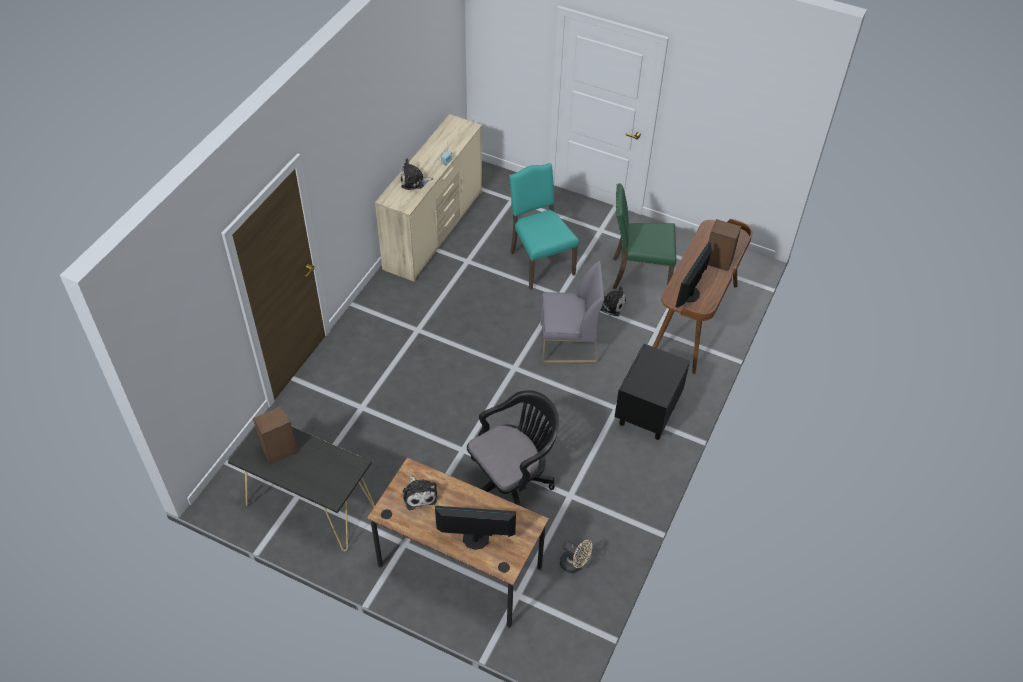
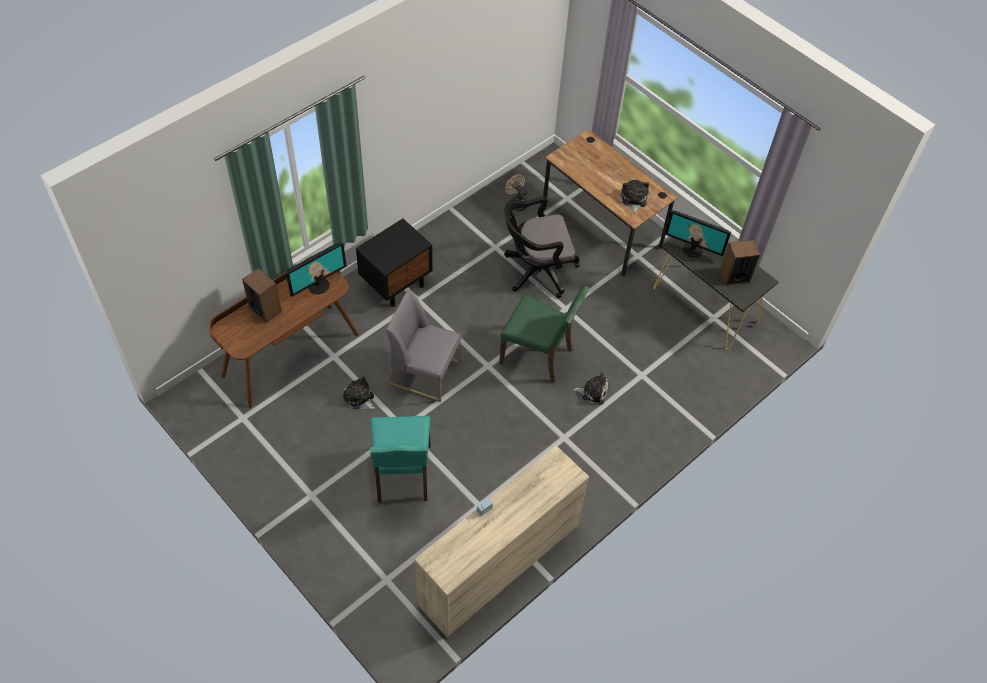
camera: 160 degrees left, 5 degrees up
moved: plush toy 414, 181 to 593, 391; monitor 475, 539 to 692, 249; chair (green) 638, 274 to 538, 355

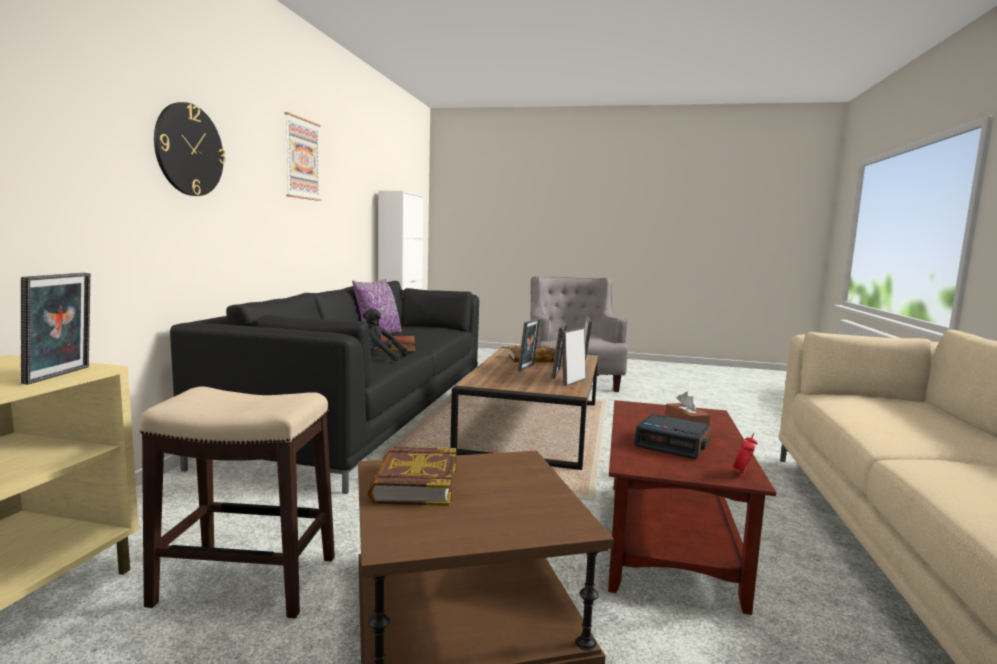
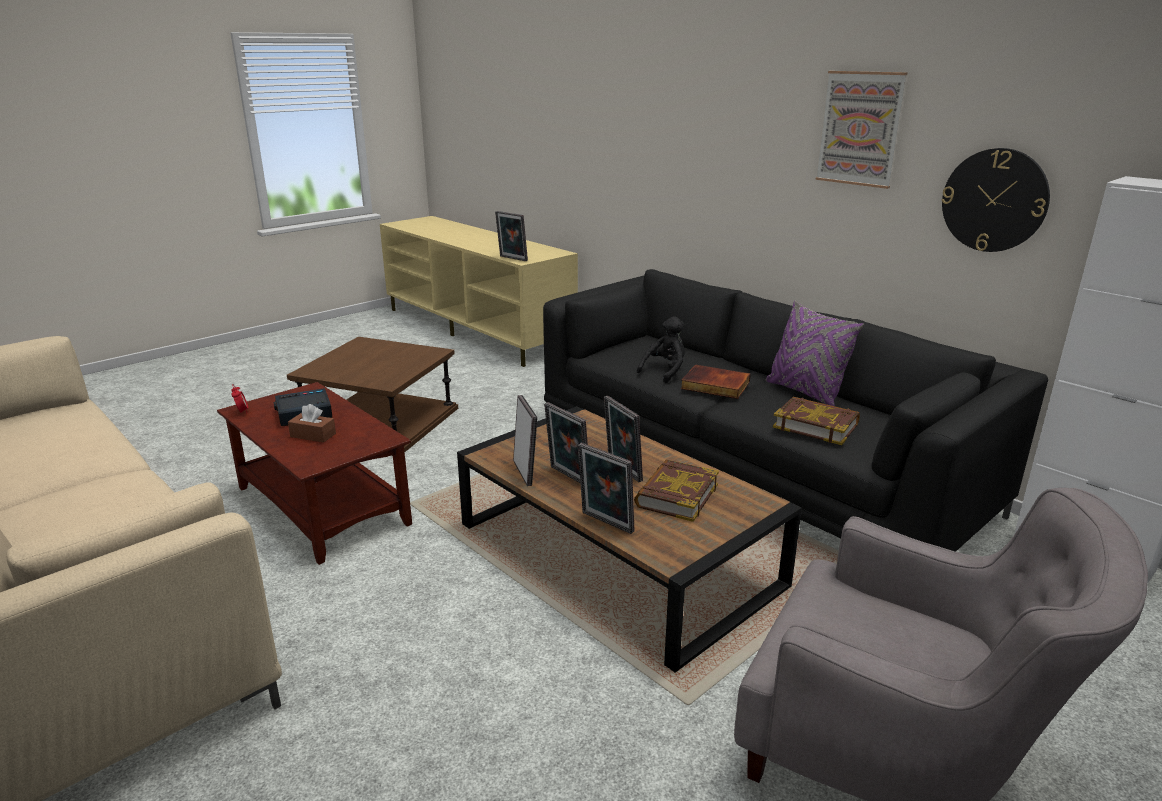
camera: 125 degrees right, 15 degrees up
removed: stool 245, 580
moved: wall clock 189, 150 to 994, 200; book 415, 483 to 815, 426

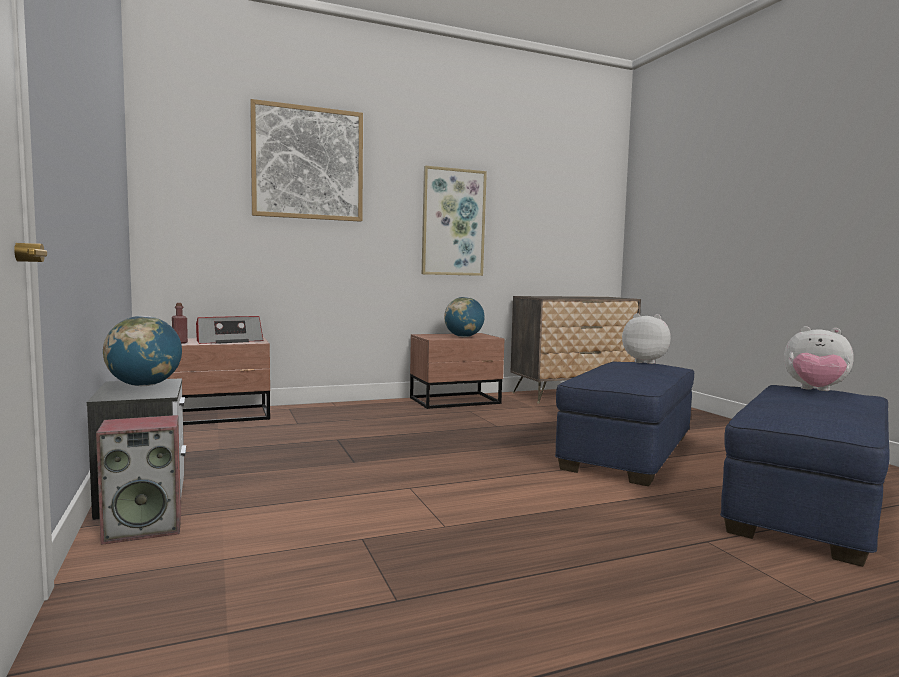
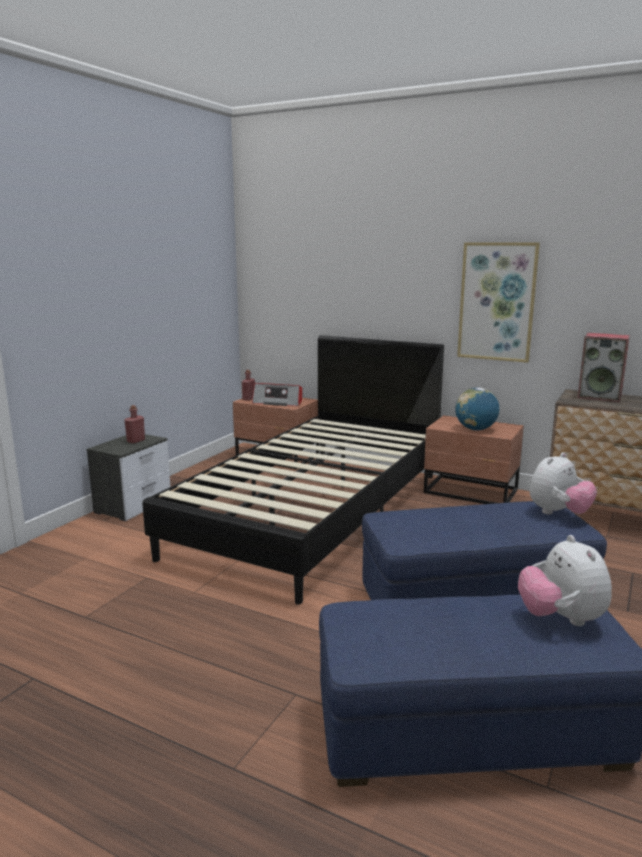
camera: 50 degrees right, 10 degrees up
removed: picture 308, 163
added: bed (black) 314, 512
moved: speaker 144, 527 to 600, 397
replaced: globe 144, 385 to bottle (red) 136, 441
turned: plush toy 645, 362 = 558, 513 60 degrees clockwise

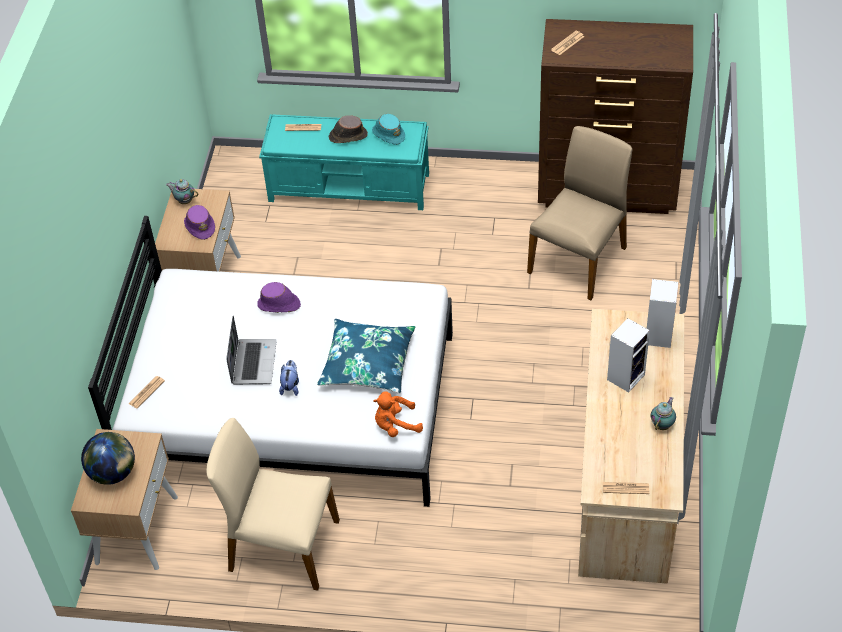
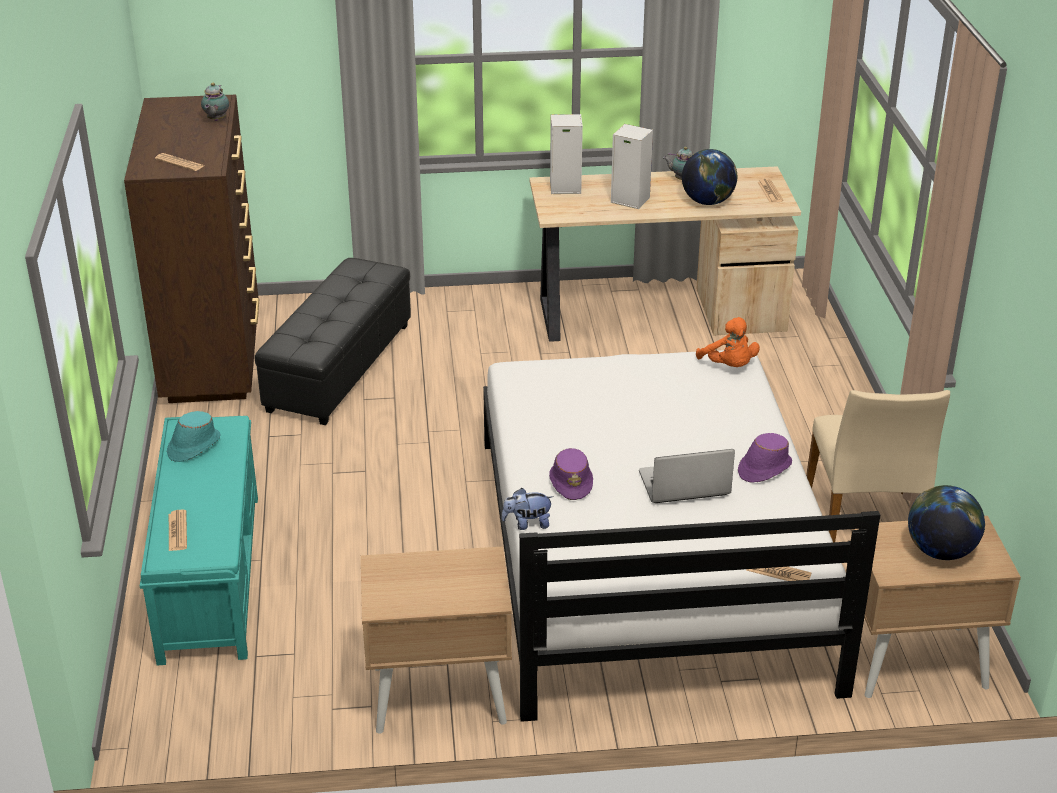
camera: 105 degrees left, 15 degrees down
removed: pillow (blue) 367, 363; hat (brown) 347, 136
added: globe 707, 202
moved: teapot 184, 201 to 216, 120; hat (purple) 200, 226 to 764, 468; plush toy 290, 386 to 527, 524
replaced: chair (beige) 579, 259 to ottoman (black) 339, 366

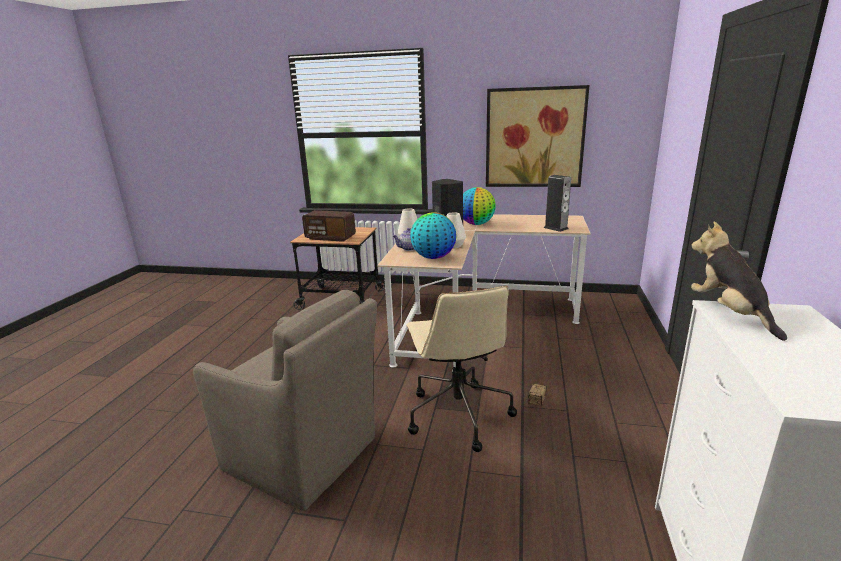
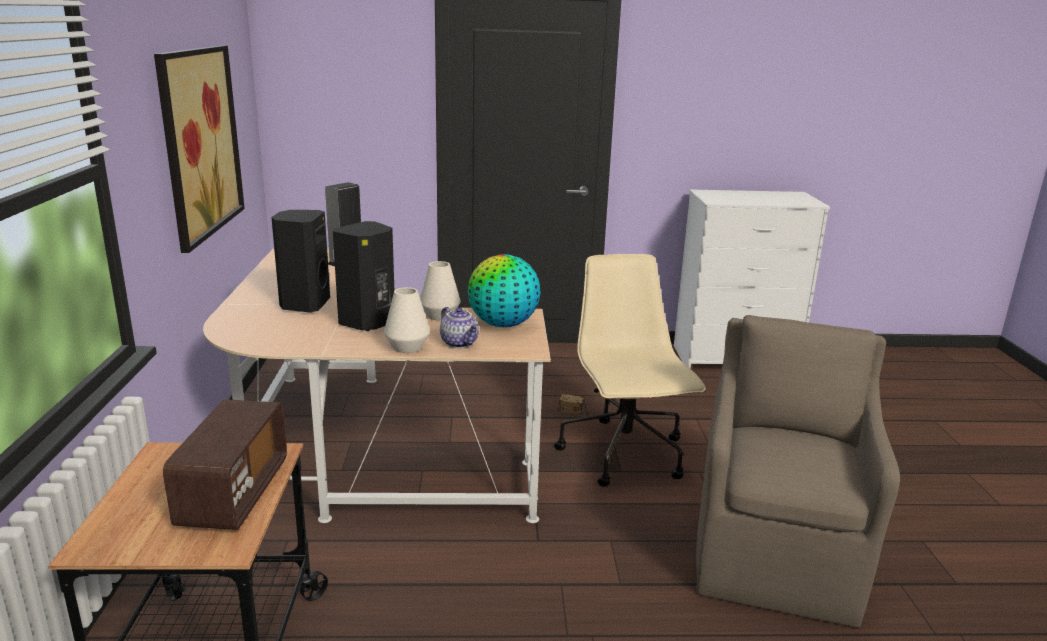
camera: 105 degrees left, 0 degrees up
removed: plush toy 729, 313
replaced: globe 476, 224 to speaker (black) 304, 305
turned: office chair (beige) 458, 414 = 624, 455 75 degrees counterclockwise

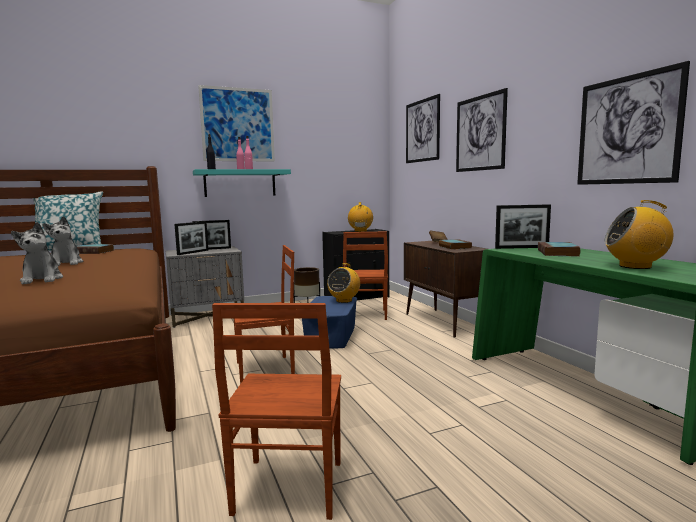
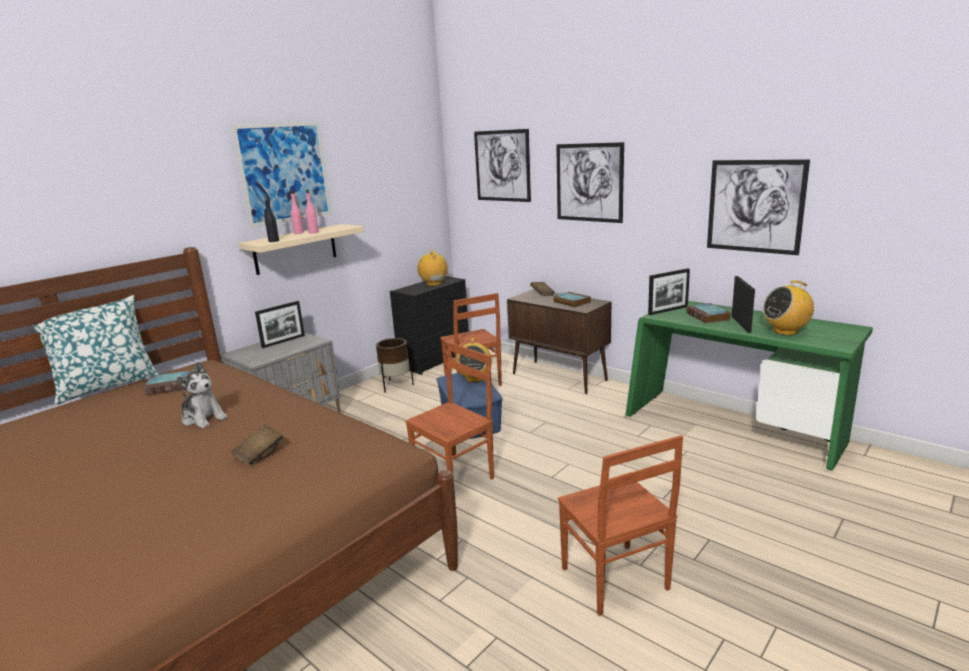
camera: 25 degrees left, 10 degrees up
moved: picture frame 193, 252 to 740, 324
replaced: plush toy 42, 279 to book (brown) 260, 455
recoloured: shelf (turquoise) 240, 183 to shelf (beige) 295, 249

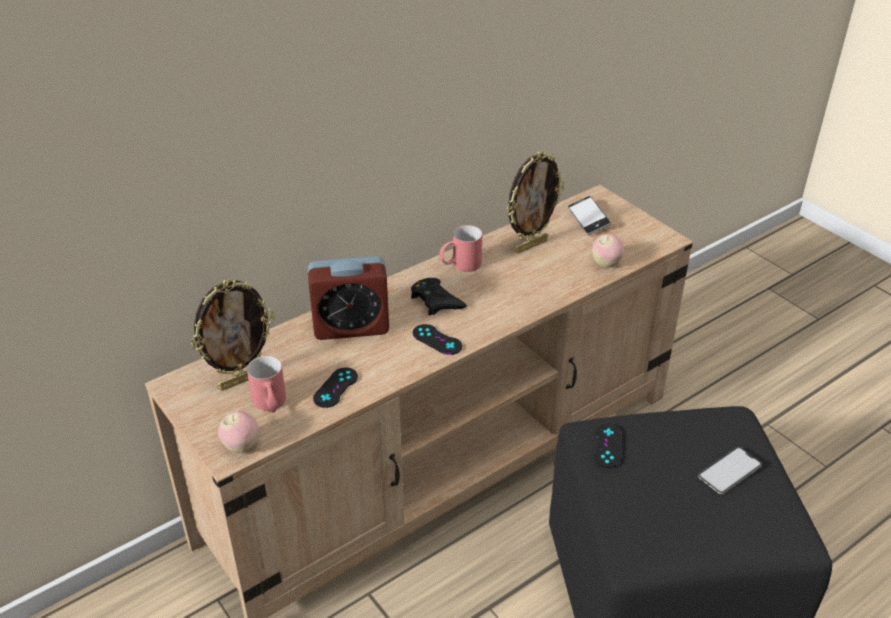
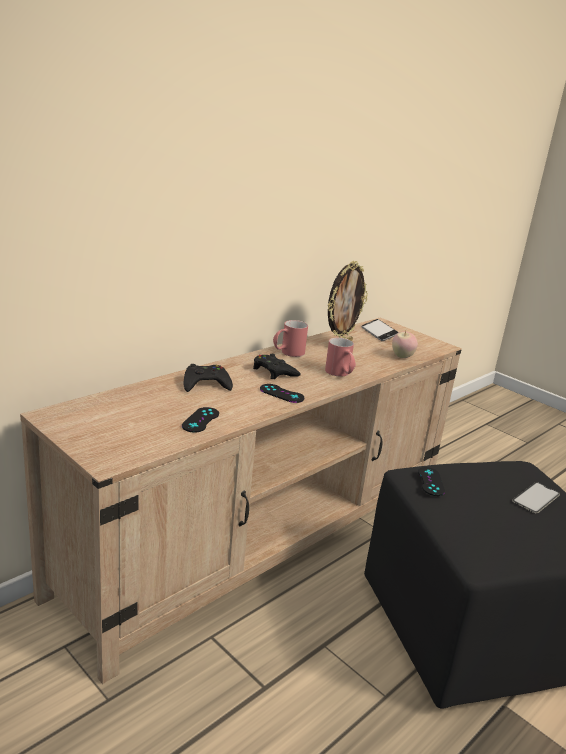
camera: 10 degrees left, 15 degrees down
removed: picture frame 241, 380; apple 241, 446
moved: mug (red) 270, 405 to 340, 374
replaced: alarm clock 351, 327 to game controller (black) 206, 384

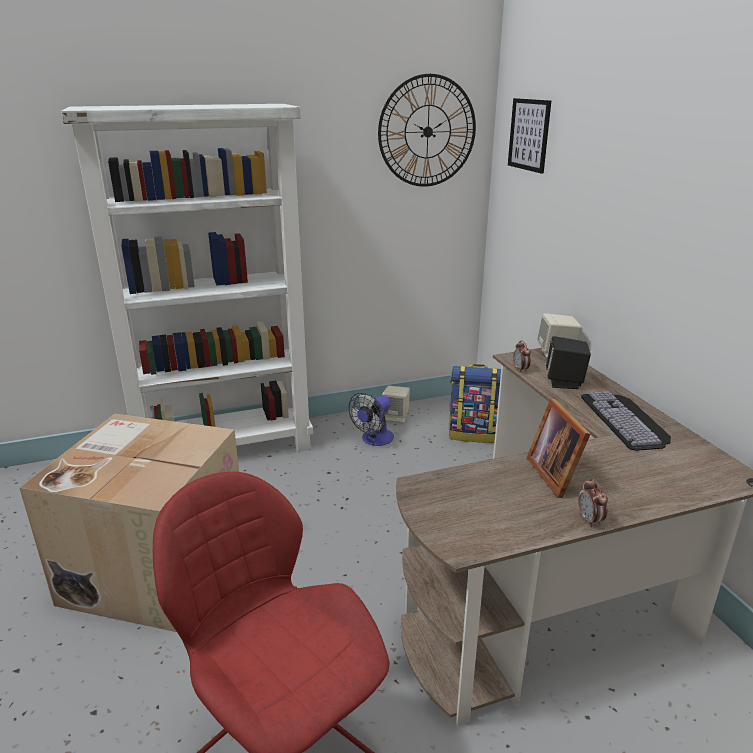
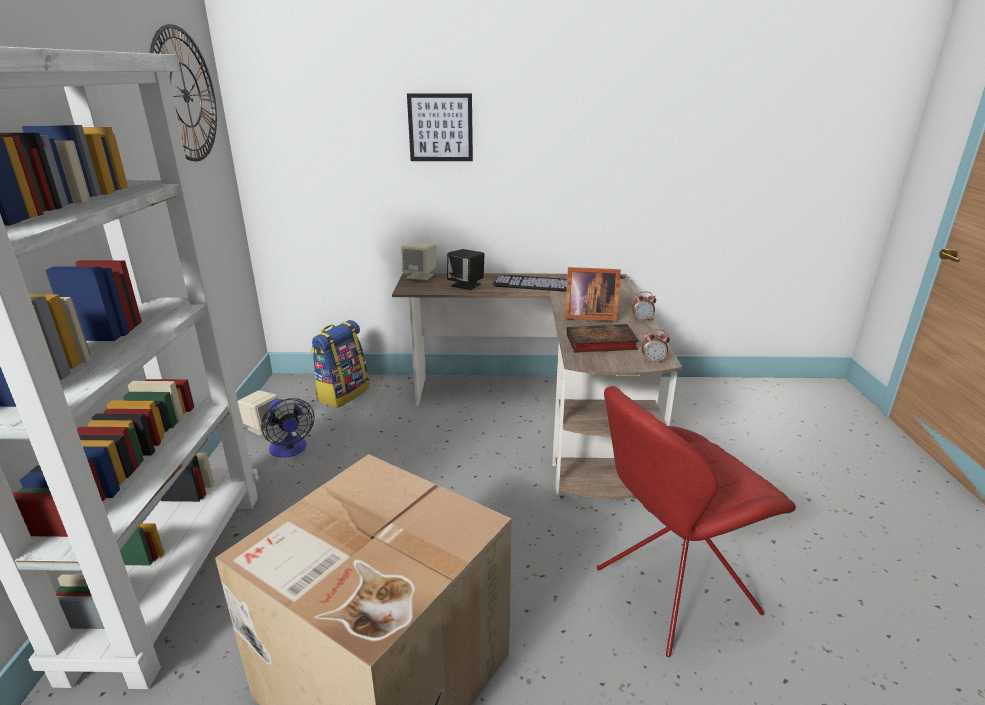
camera: 70 degrees left, 0 degrees up
added: book 599, 343
moved: picture 529, 135 to 440, 127; alarm clock 520, 369 to 653, 361

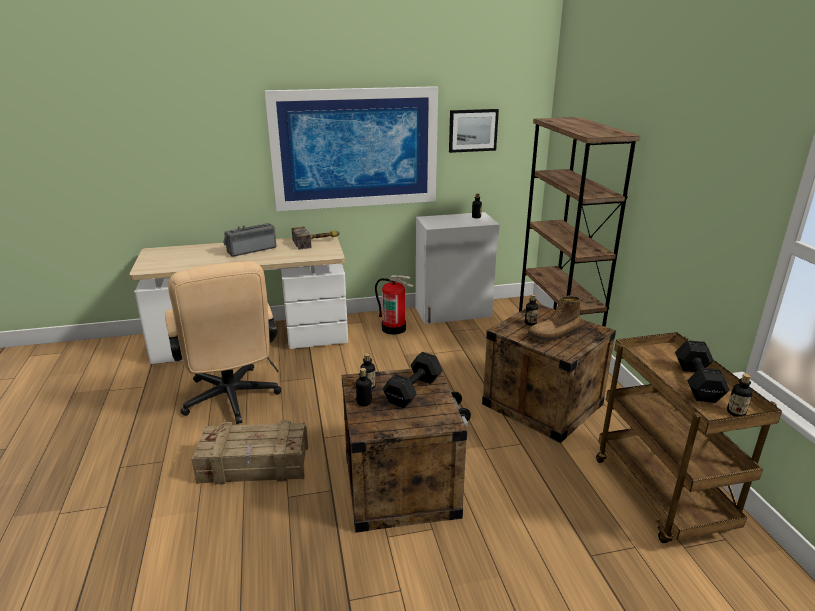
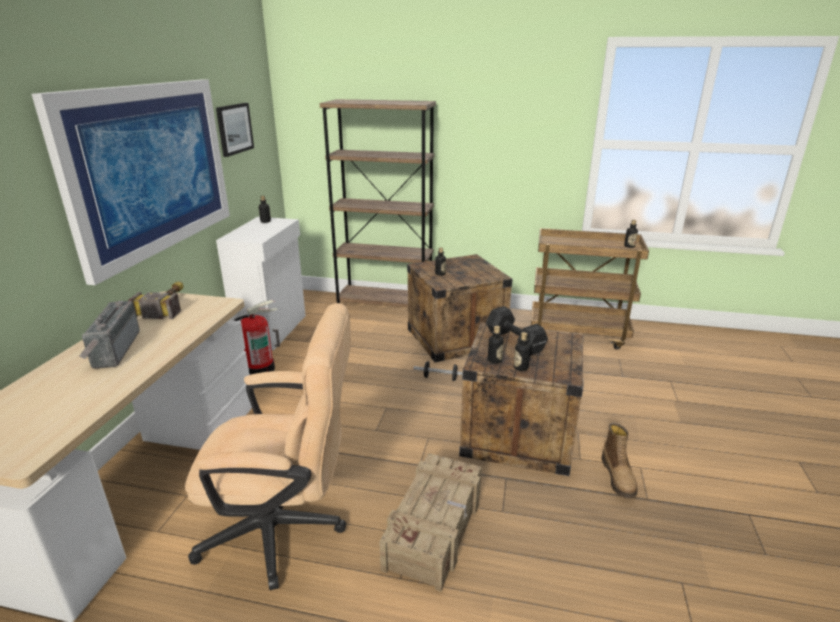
camera: 65 degrees left, 0 degrees up
removed: dumbbell (black) 697, 382
moved: boot 553, 335 to 618, 477

